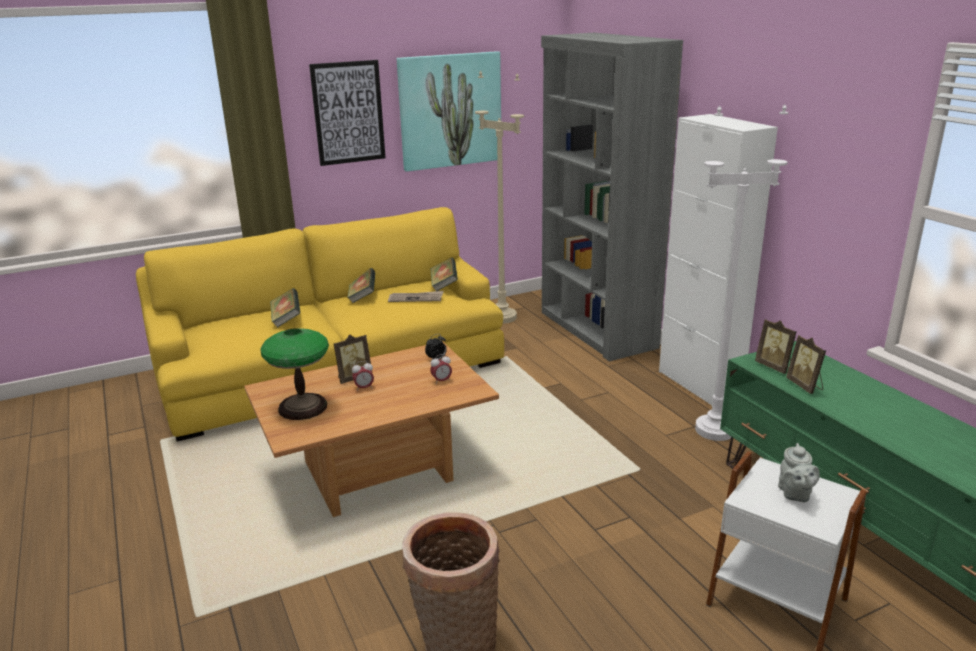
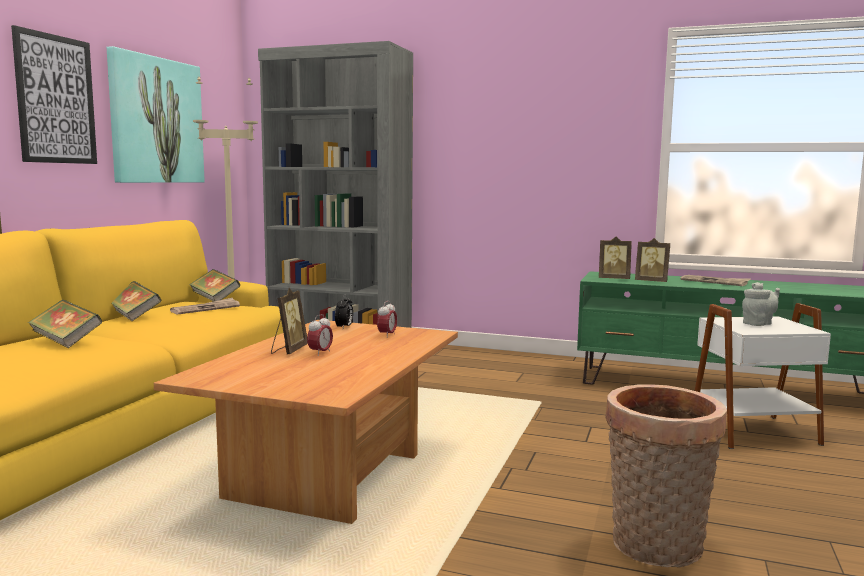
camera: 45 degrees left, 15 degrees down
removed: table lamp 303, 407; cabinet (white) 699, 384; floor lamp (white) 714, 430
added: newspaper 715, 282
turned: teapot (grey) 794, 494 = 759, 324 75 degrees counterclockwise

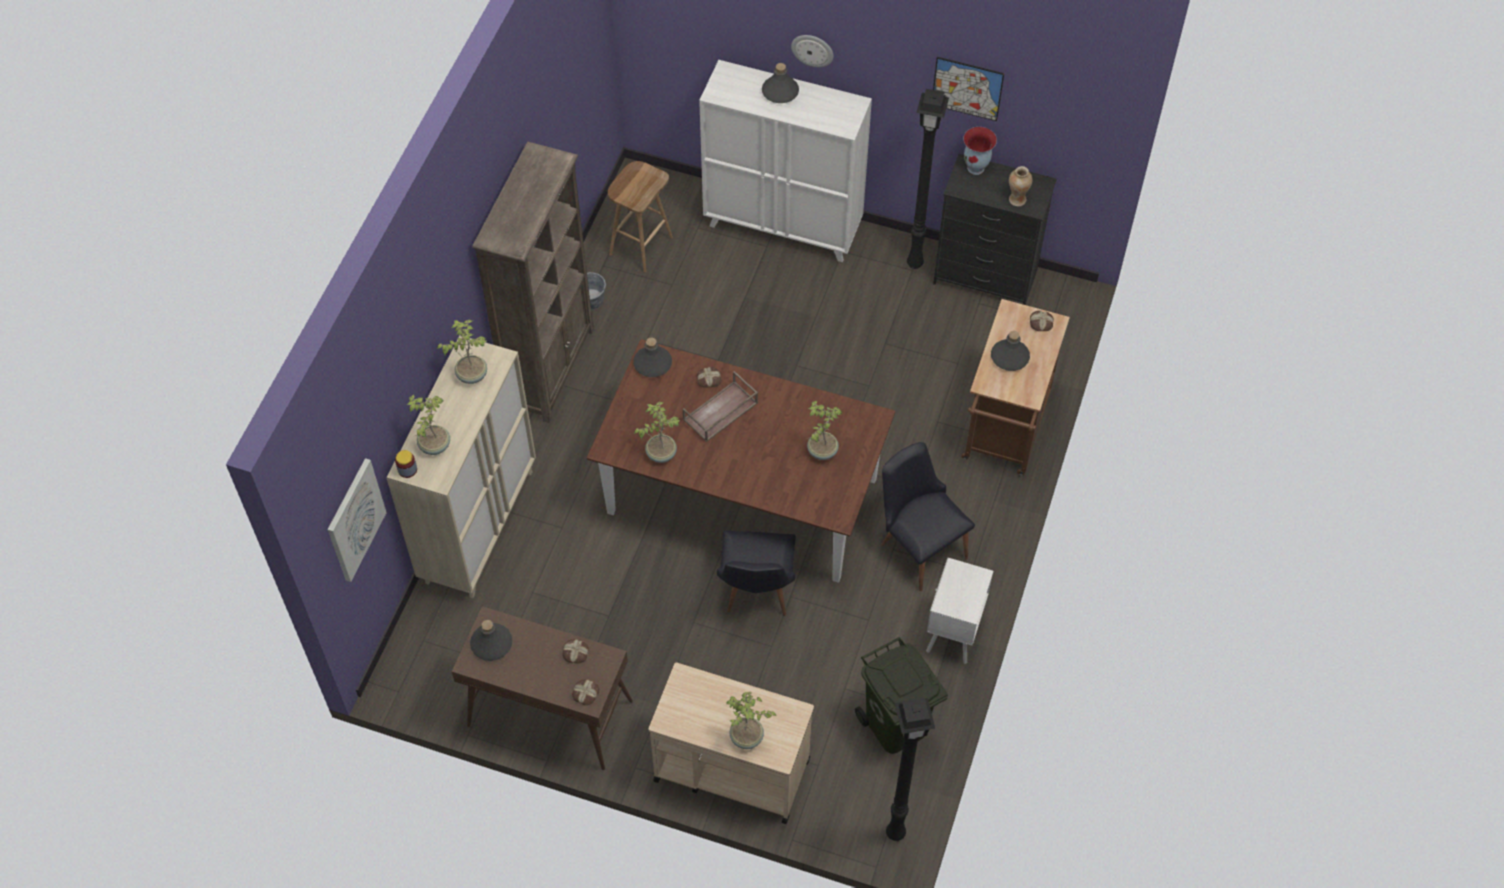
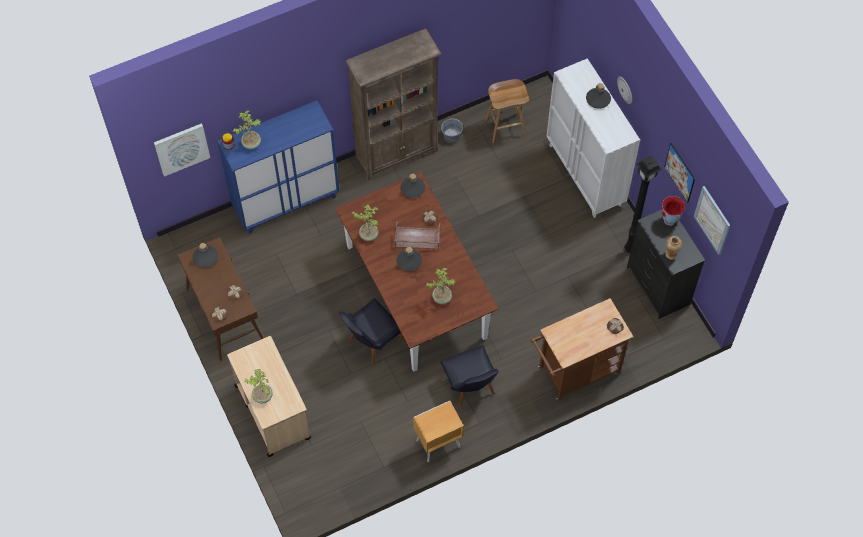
camera: 45 degrees right, 5 degrees up
removed: potted plant 471, 374; trash can (green) 894, 726; floor lamp (black) 894, 834
added: picture 712, 220
moved: bottle (grey) 1009, 357 to 409, 261
recoloured: cabinet (beige) 479, 526 to cabinet (blue) 286, 203; nightstand (white) 952, 635 to nightstand (brown) 437, 443
turned: chair (black) 919, 545 = 470, 388 150 degrees clockwise

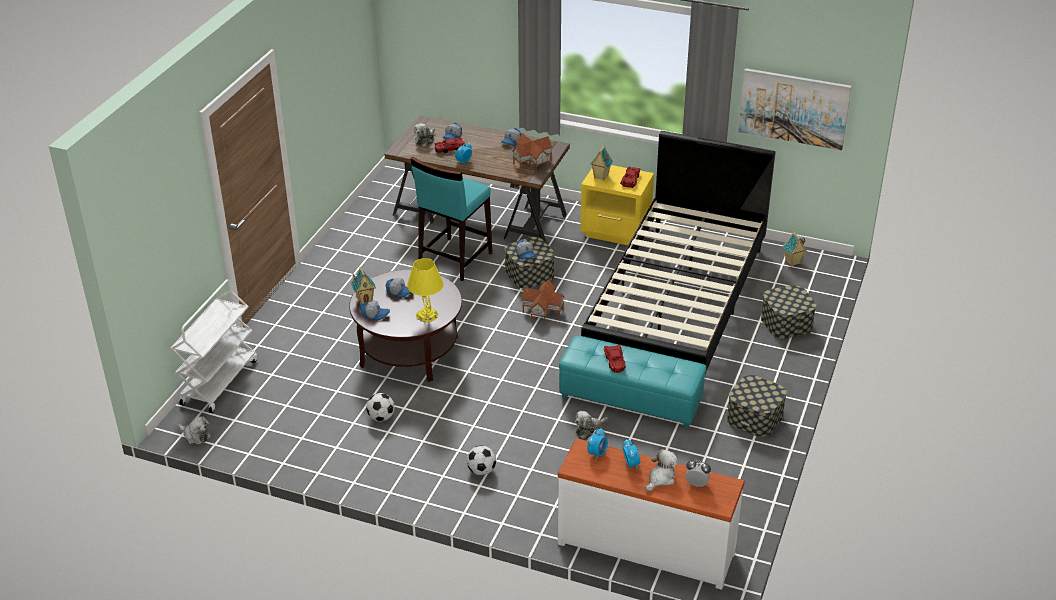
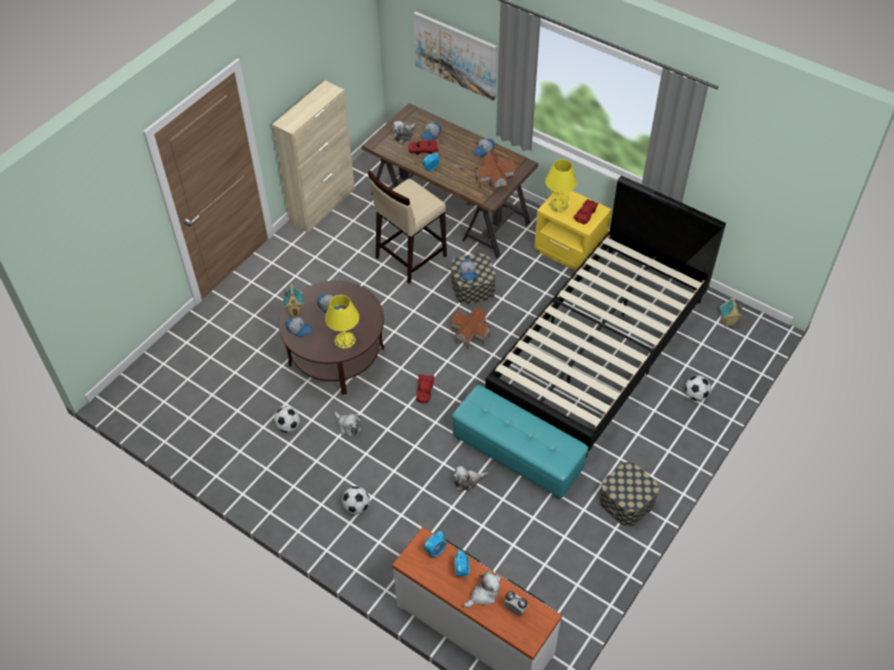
camera: 15 degrees right, 15 degrees up
removed: cart (white) 219, 381
added: cabinet (beige) 323, 205
moved: plush toy 195, 436 to 348, 426; toy car (red) 614, 362 to 424, 391; picture 794, 108 to 455, 55
replaced: toy house 600, 177 to table lamp (yellow) 558, 205; storage box 786, 323 to football 695, 395
recoloured: stool (turquoise) 454, 259 to stool (beige) 410, 257

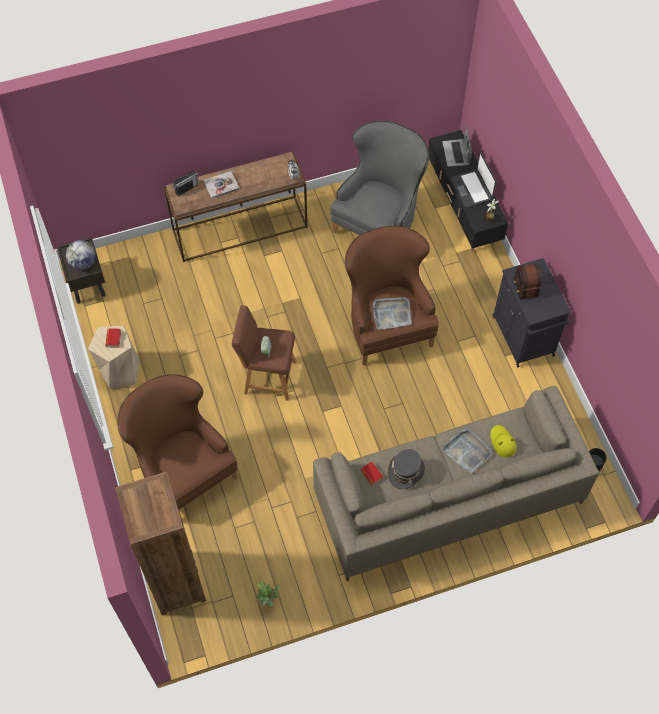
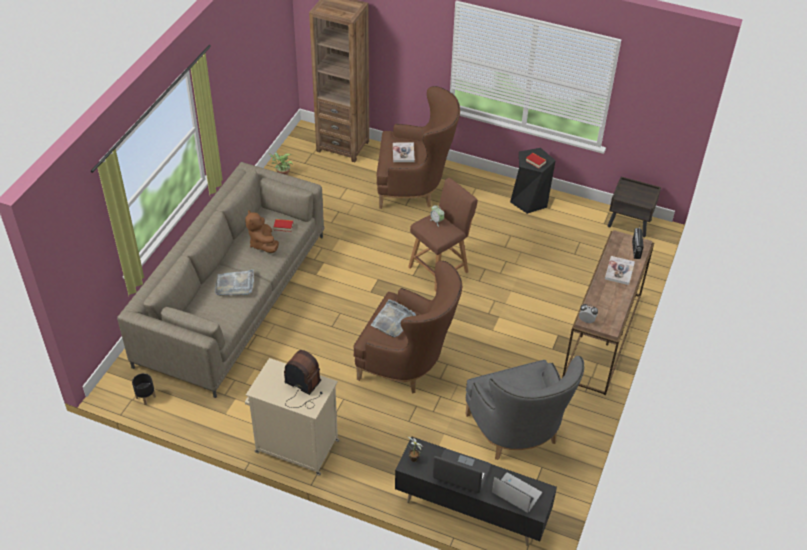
camera: 130 degrees right, 15 degrees down
removed: globe 83, 263; hat (yellow) 502, 442
added: book 403, 153
replaced: hat (grey) 406, 471 to plush toy (brown) 263, 244
recoloured: stool (beige) 120, 371 to stool (black) 529, 200; cabinet (black) 523, 337 to cabinet (beige) 295, 446

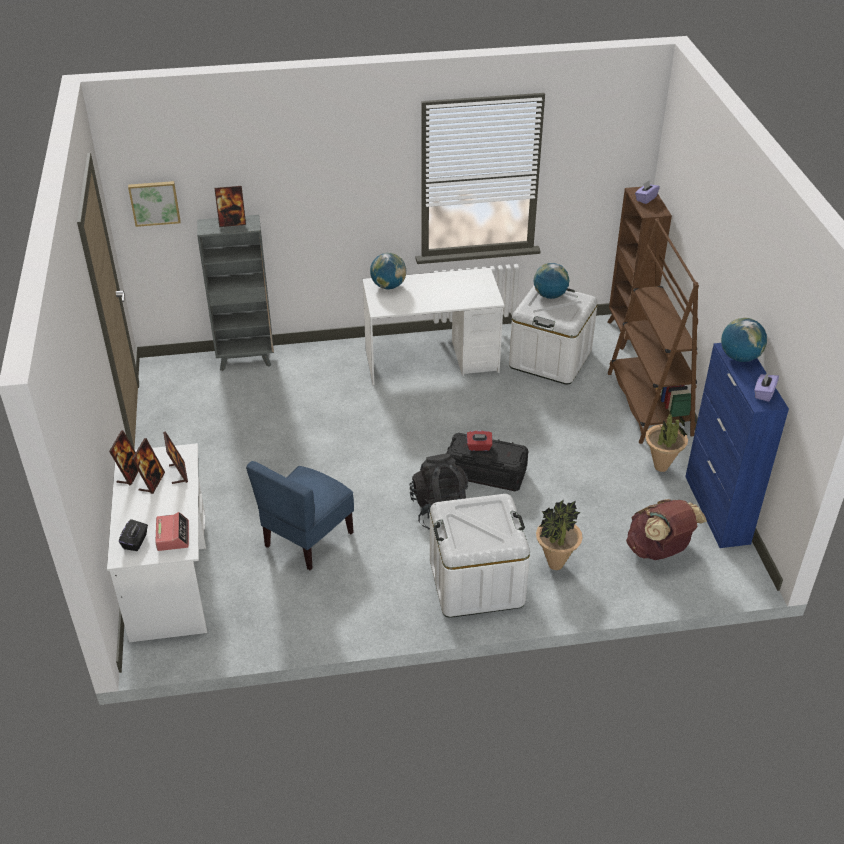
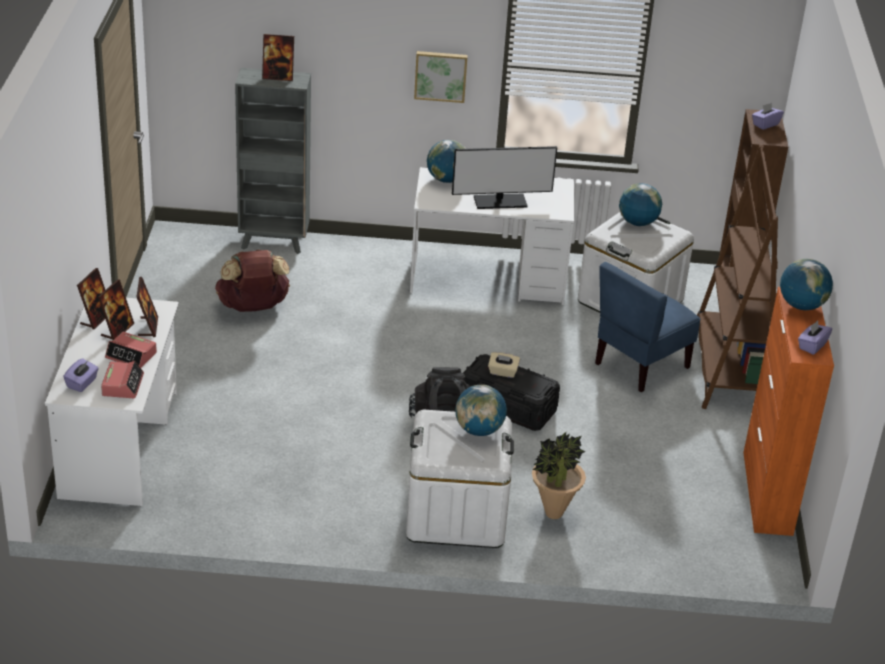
camera: 10 degrees right, 5 degrees down
removed: potted plant 661, 467
added: alarm clock 131, 355; monitor 500, 202; globe 479, 430
moved: picture 154, 202 to 440, 75; chair (blue) 307, 539 to 640, 365; backpack (brown) 659, 550 to 253, 307
recoloured: tissue box (black) 135, 542 to tissue box (purple) 82, 383; tissue box (red) 479, 447 to tissue box (beige) 503, 372; cabinet (blue) 717, 510 to cabinet (orange) 767, 493

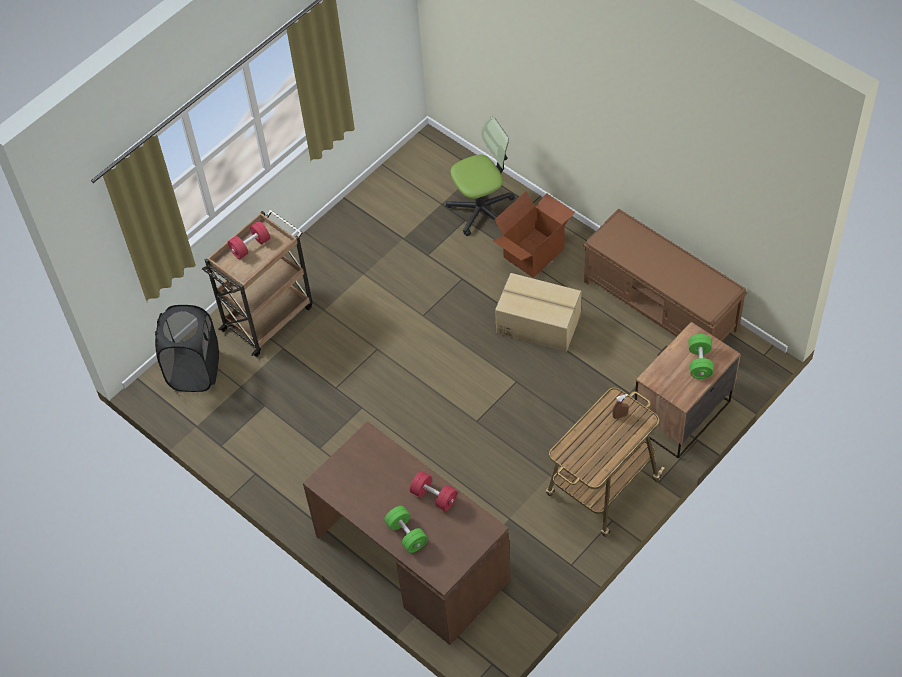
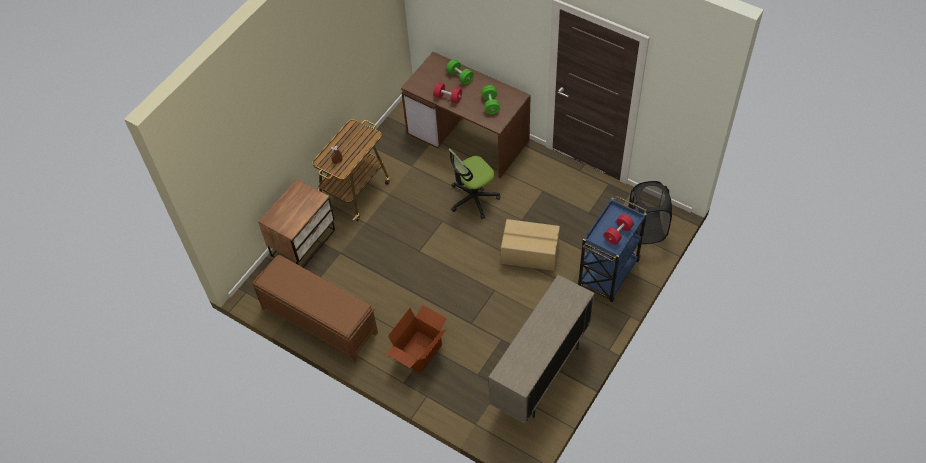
camera: 170 degrees right, 0 degrees up
added: cabinet (beige) 540, 374
moved: office chair 482, 210 to 473, 198; cardboard box 538, 323 to 530, 253; dumbbell (green) 699, 362 to 490, 104
recoloured: cart (brown) 268, 317 to cart (blue) 608, 274

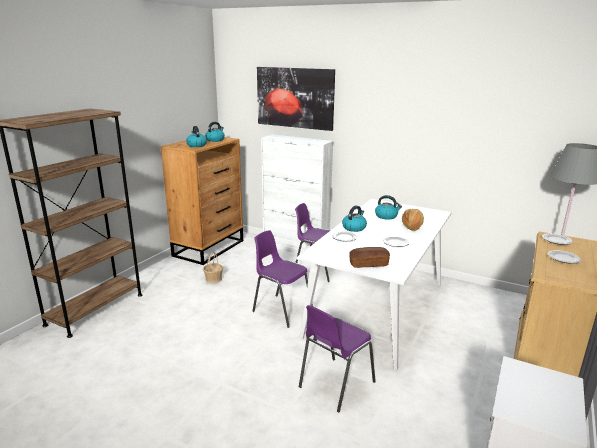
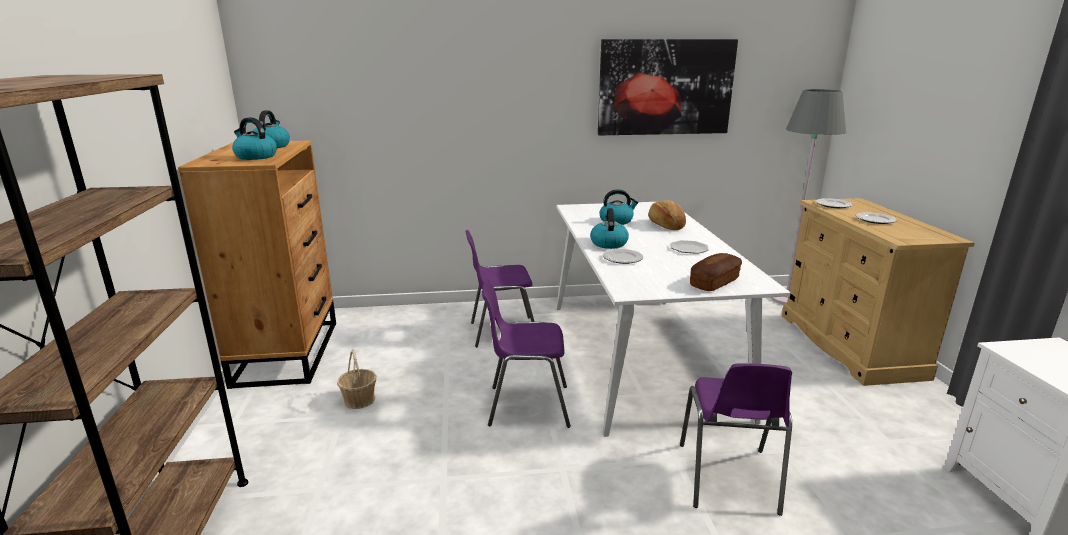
camera: 35 degrees left, 0 degrees up
removed: cabinet (white) 296, 248
moved: picture 295, 98 to 665, 87

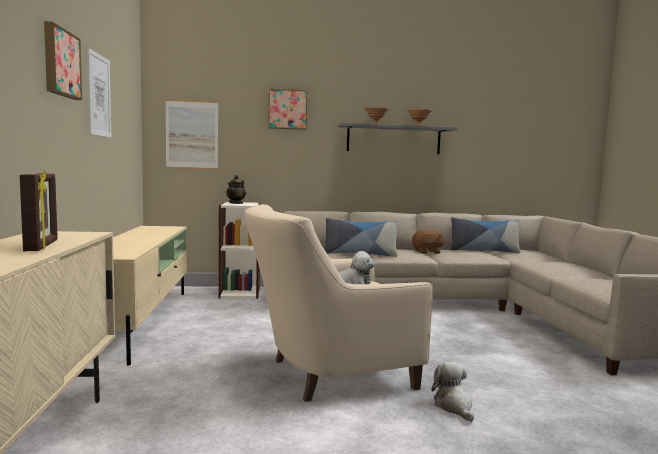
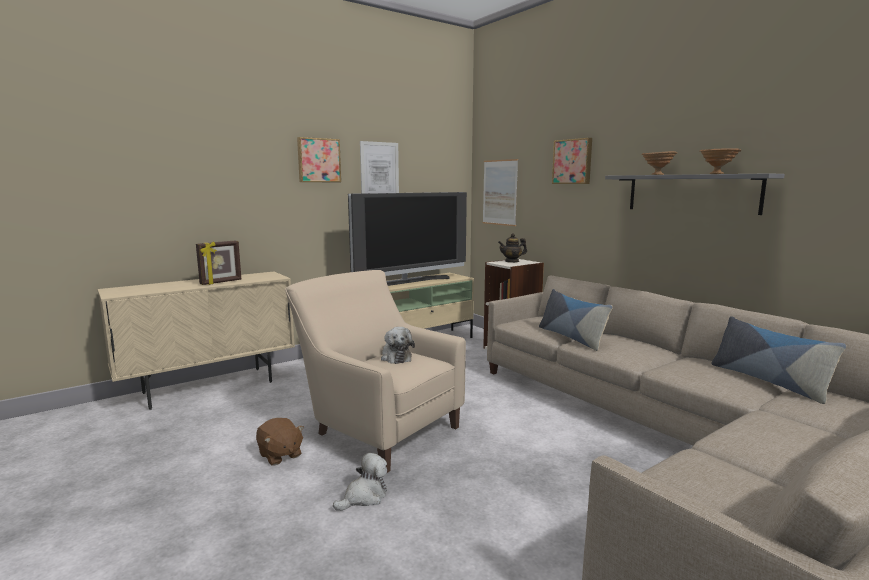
camera: 60 degrees right, 5 degrees up
added: television 408, 282
moved: plush toy (brown) 427, 252 to 280, 455

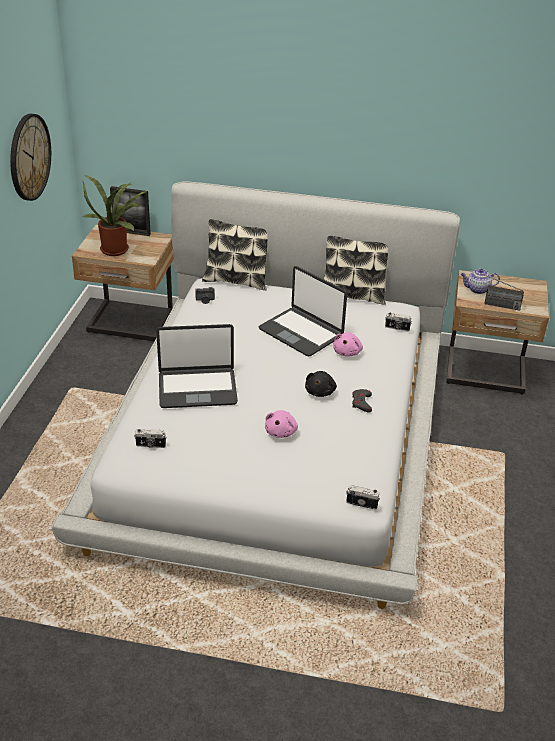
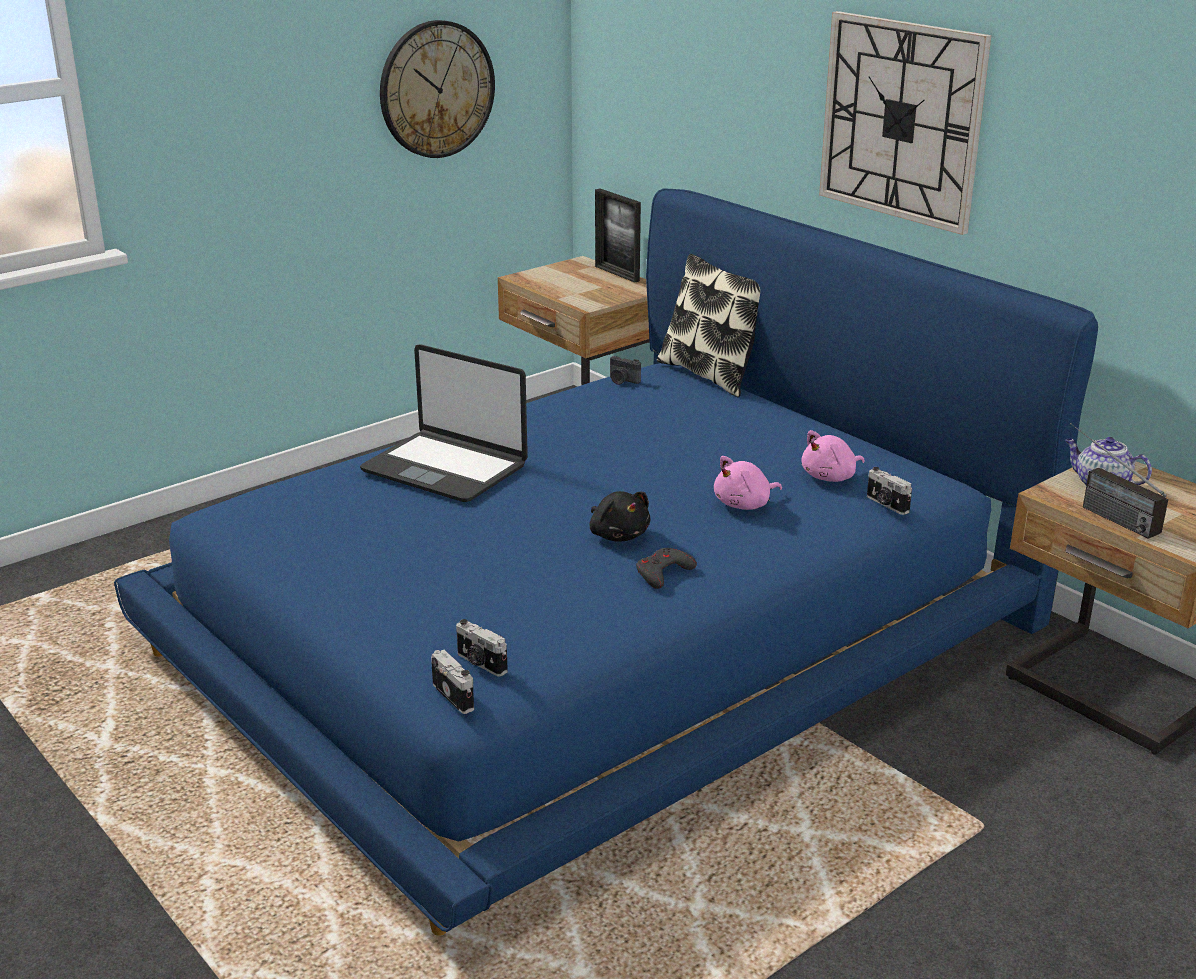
camera: 40 degrees right, 10 degrees down
removed: potted plant 117, 249; laptop 301, 332; pillow 352, 295
added: wall clock 901, 120
moved: photo camera 150, 445 to 480, 663; plush toy (pink) 281, 432 to 831, 477
recoloured: bed (white) 275, 437 to bed (blue) 598, 631
turned: plush toy (black) 320, 391 = 618, 535 90 degrees counterclockwise

